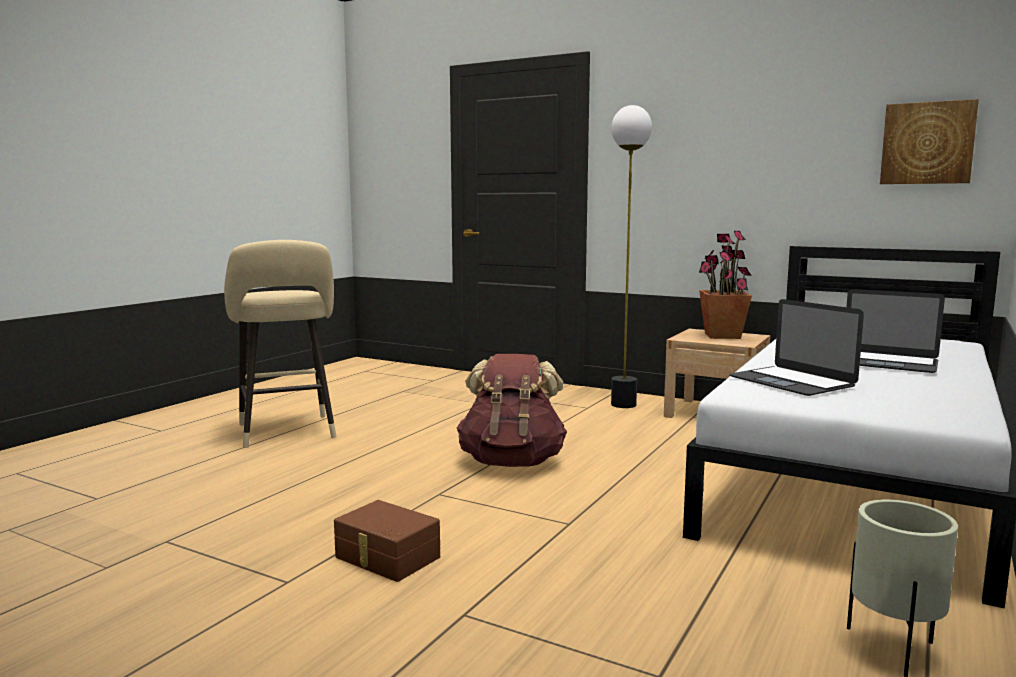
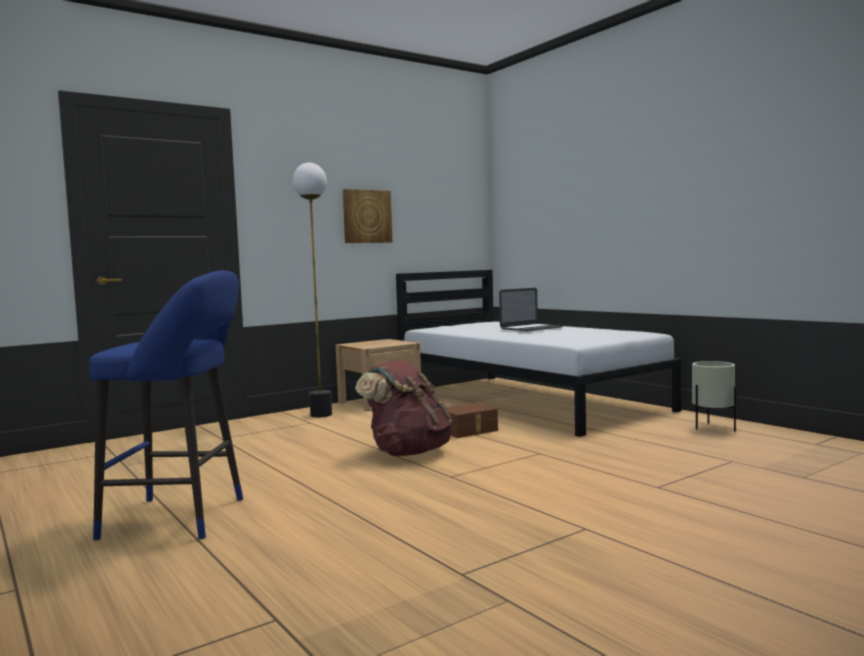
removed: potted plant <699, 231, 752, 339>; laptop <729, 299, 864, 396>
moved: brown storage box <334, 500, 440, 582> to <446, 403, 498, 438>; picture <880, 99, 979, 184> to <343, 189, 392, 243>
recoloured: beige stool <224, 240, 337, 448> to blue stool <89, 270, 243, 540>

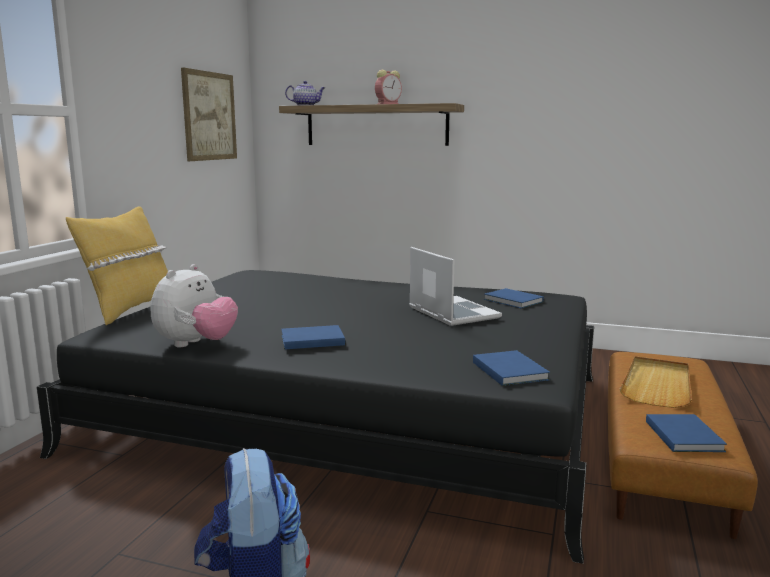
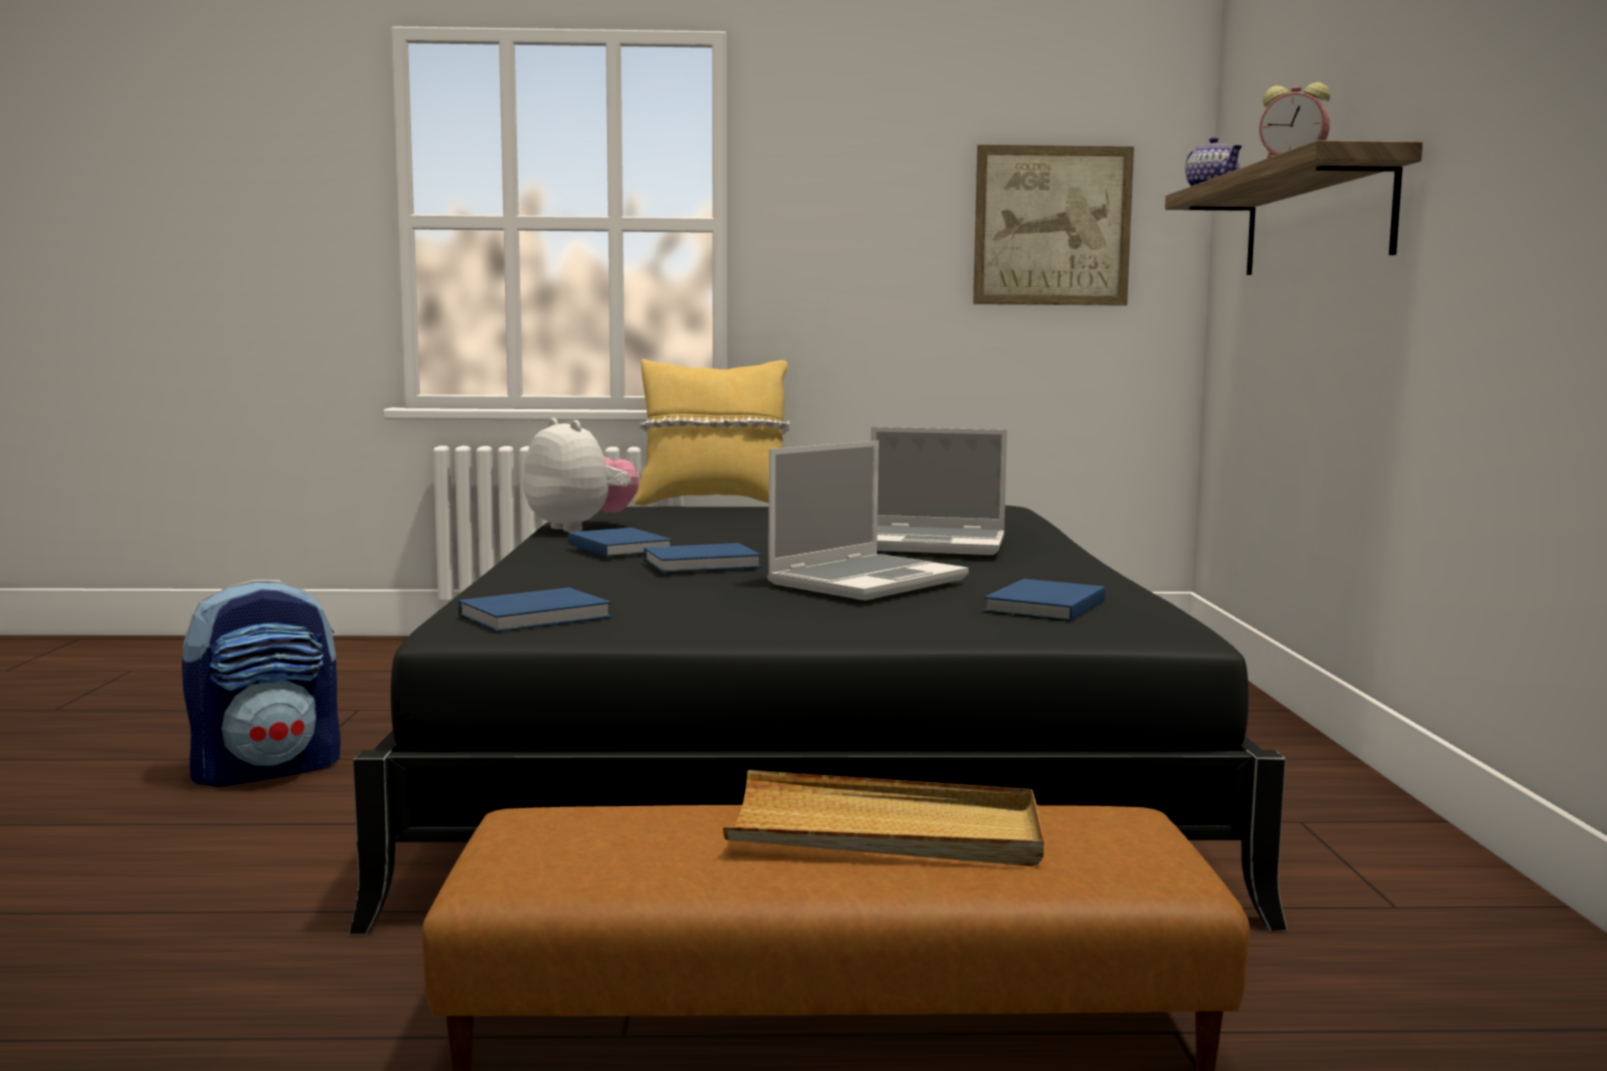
added: laptop <871, 427, 1007, 555>
moved: blue book <646, 414, 727, 452> to <644, 543, 761, 573>
turned: plush toy <151, 264, 238, 347> = <523, 418, 639, 532> 135 degrees counterclockwise

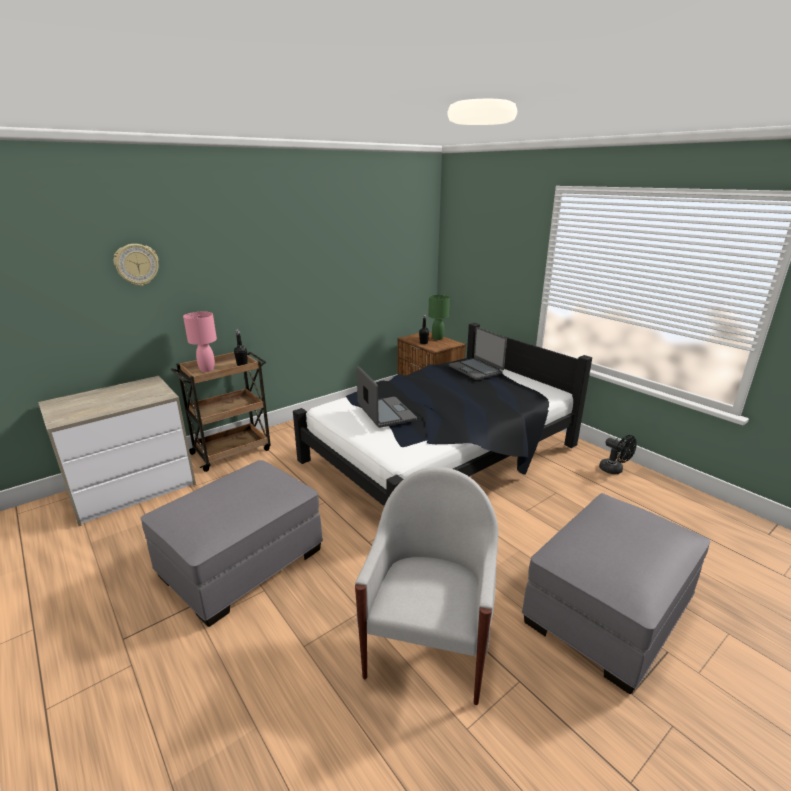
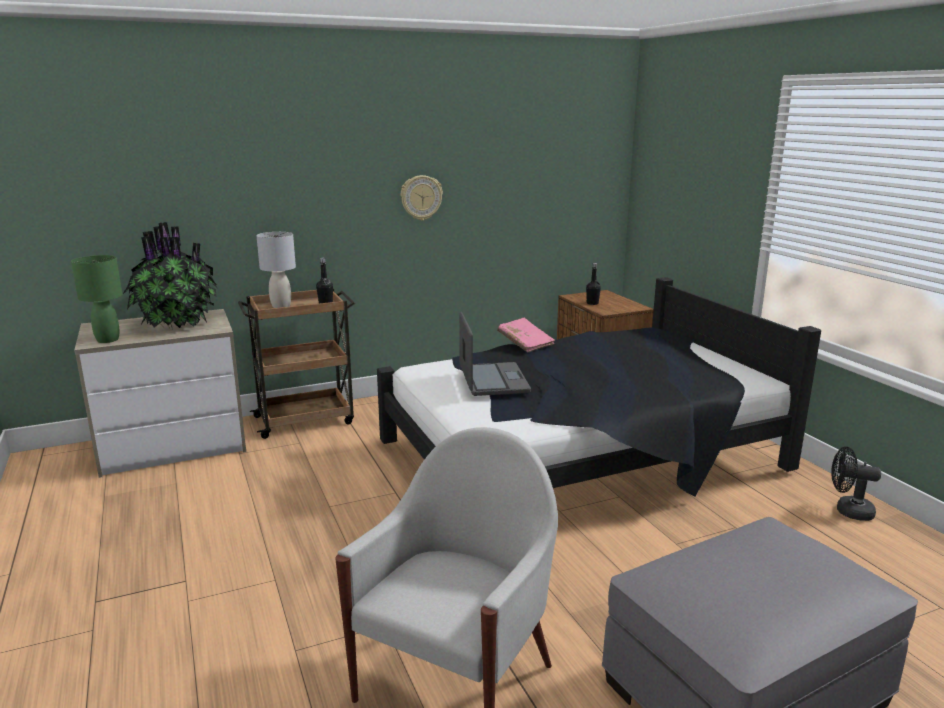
removed: grey ottoman <141, 460, 323, 627>; laptop <449, 327, 507, 380>
added: potted plant <122, 222, 217, 328>; pink book <497, 318, 555, 353>
moved: wall clock <114, 244, 159, 286> to <401, 175, 443, 221>; green table lamp <428, 295, 450, 340> to <71, 255, 122, 343>
recoloured: pink table lamp <183, 312, 217, 372> to grey table lamp <256, 232, 296, 308>
turned: black fan <599, 435, 637, 474> = <831, 447, 881, 521> 135 degrees clockwise

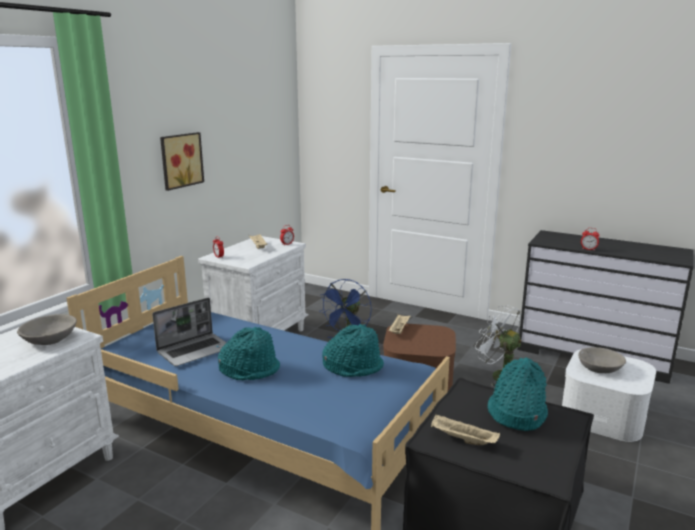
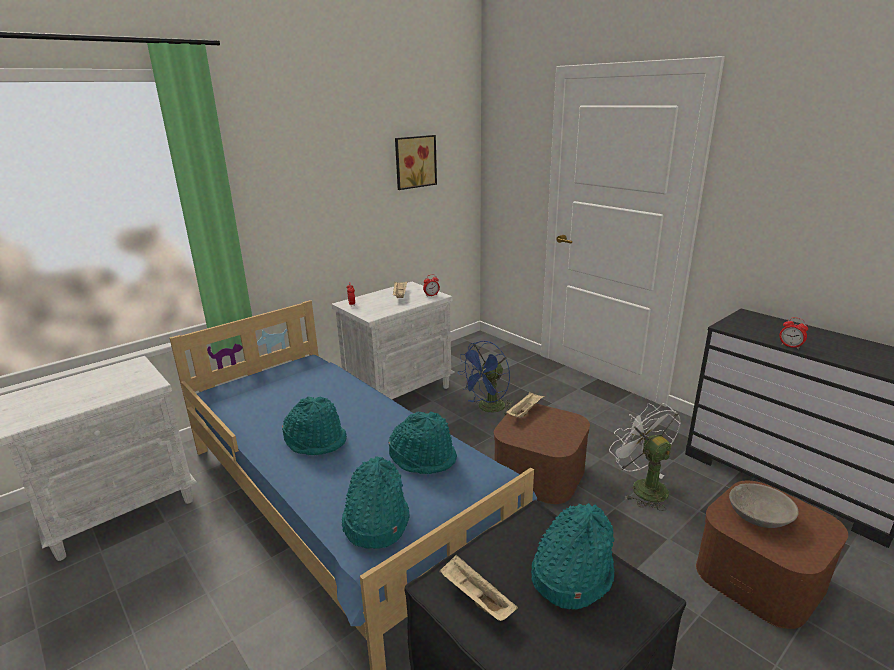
removed: grey bowl <17, 314, 77, 345>; laptop <152, 298, 227, 366>
added: turquoise hat <342, 456, 409, 549>
moved: picture <160, 132, 204, 191> to <395, 135, 437, 190>
recoloured: white storage box <562, 349, 656, 442> to brown storage box <696, 481, 848, 629>

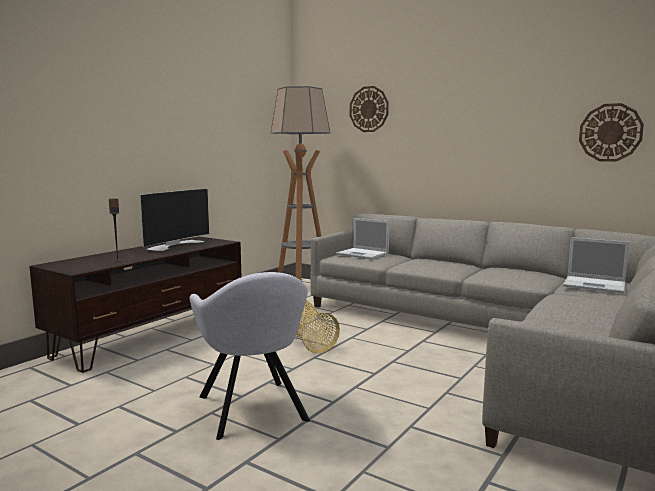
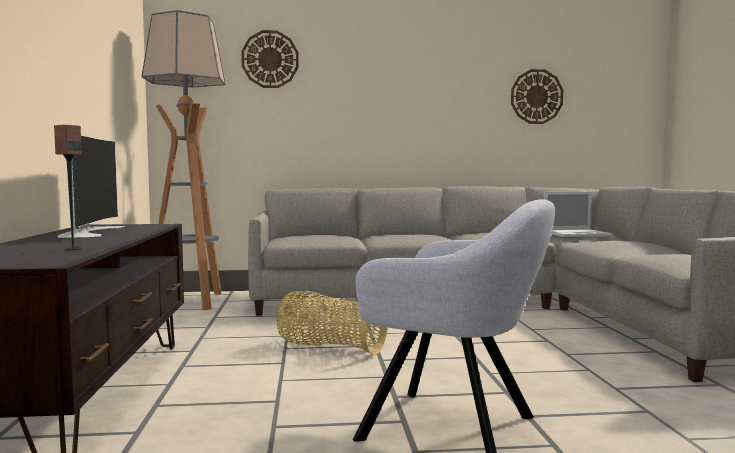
removed: laptop <336, 218, 389, 259>

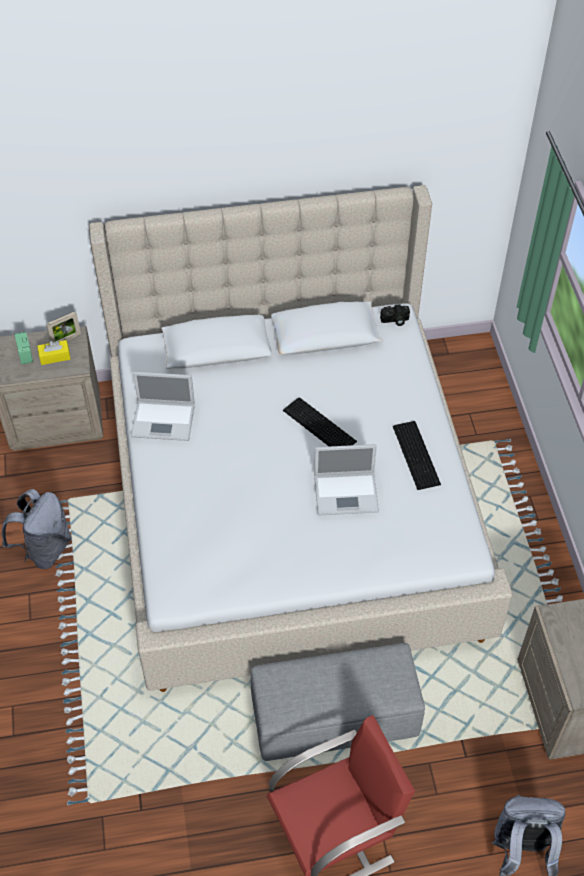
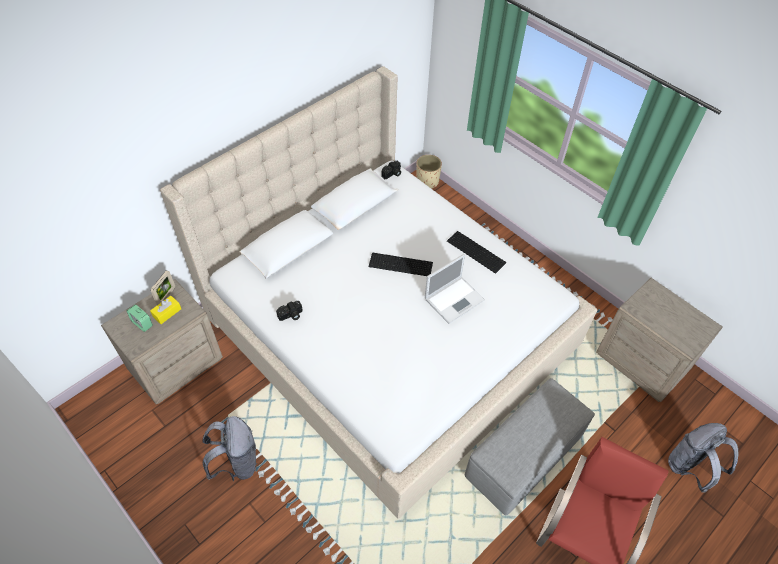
added: beige planter <416, 155, 442, 188>
replaced: laptop <131, 372, 195, 441> to photo camera <276, 301, 303, 321>

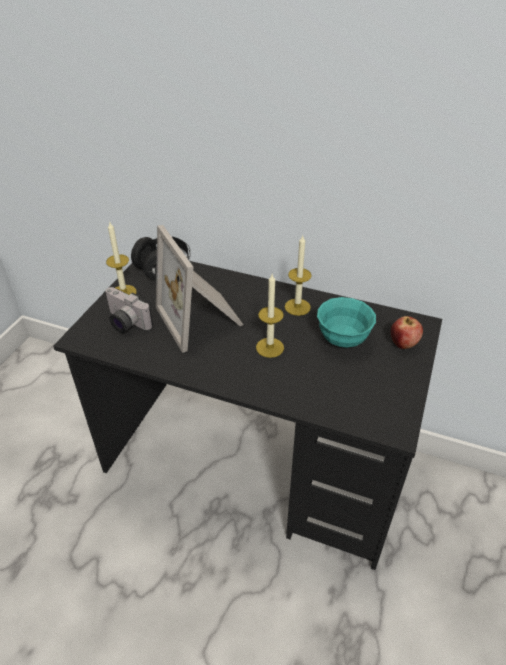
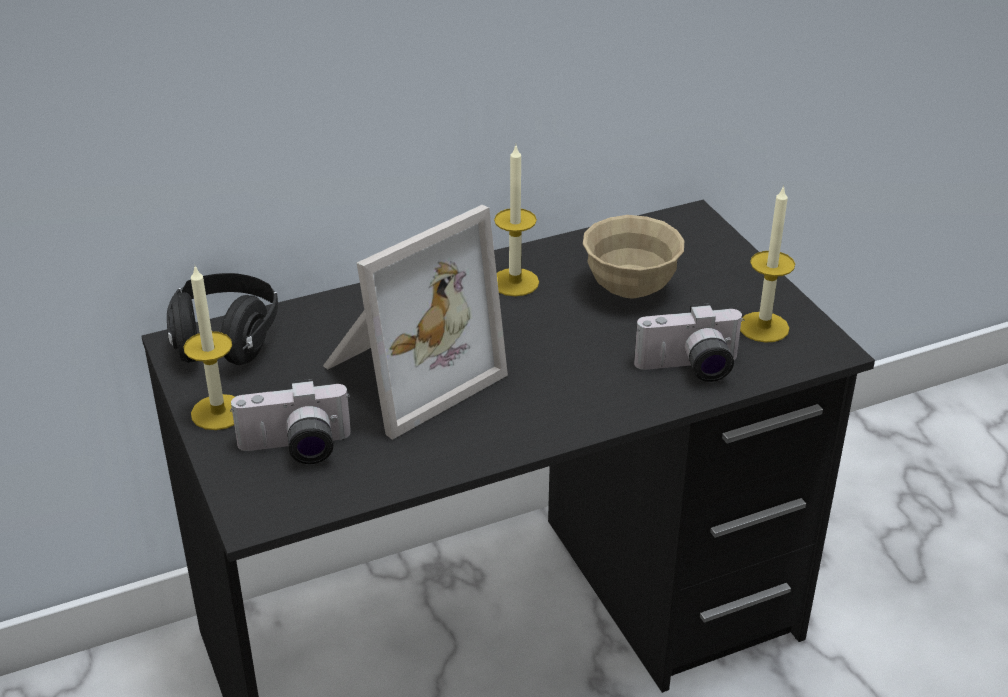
removed: apple <391, 316, 423, 349>
added: photo camera <634, 303, 745, 382>
moved: candle <256, 274, 284, 358> to <740, 185, 795, 343>
recoloured: turquoise bowl <317, 297, 376, 348> to beige bowl <583, 215, 684, 299>
turned: picture frame <156, 225, 244, 353> = <323, 205, 508, 440> 60 degrees counterclockwise

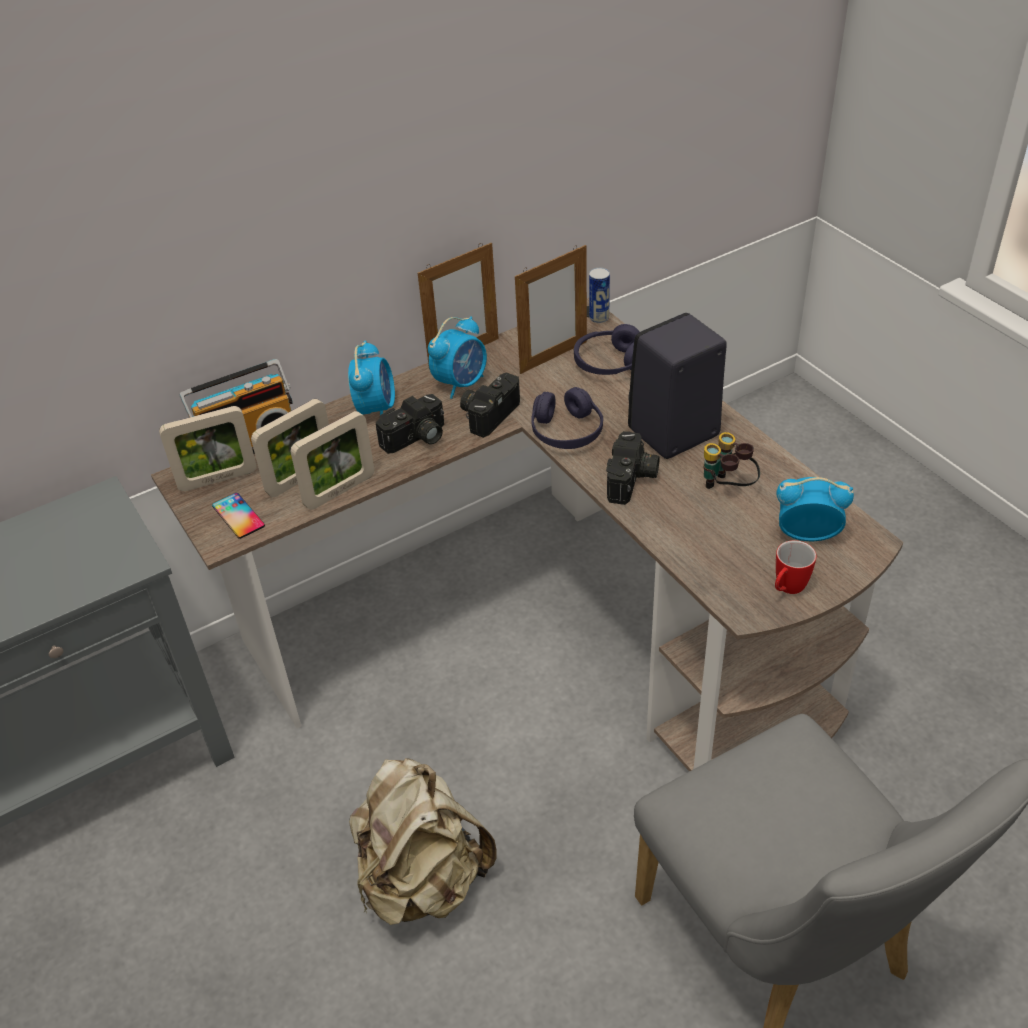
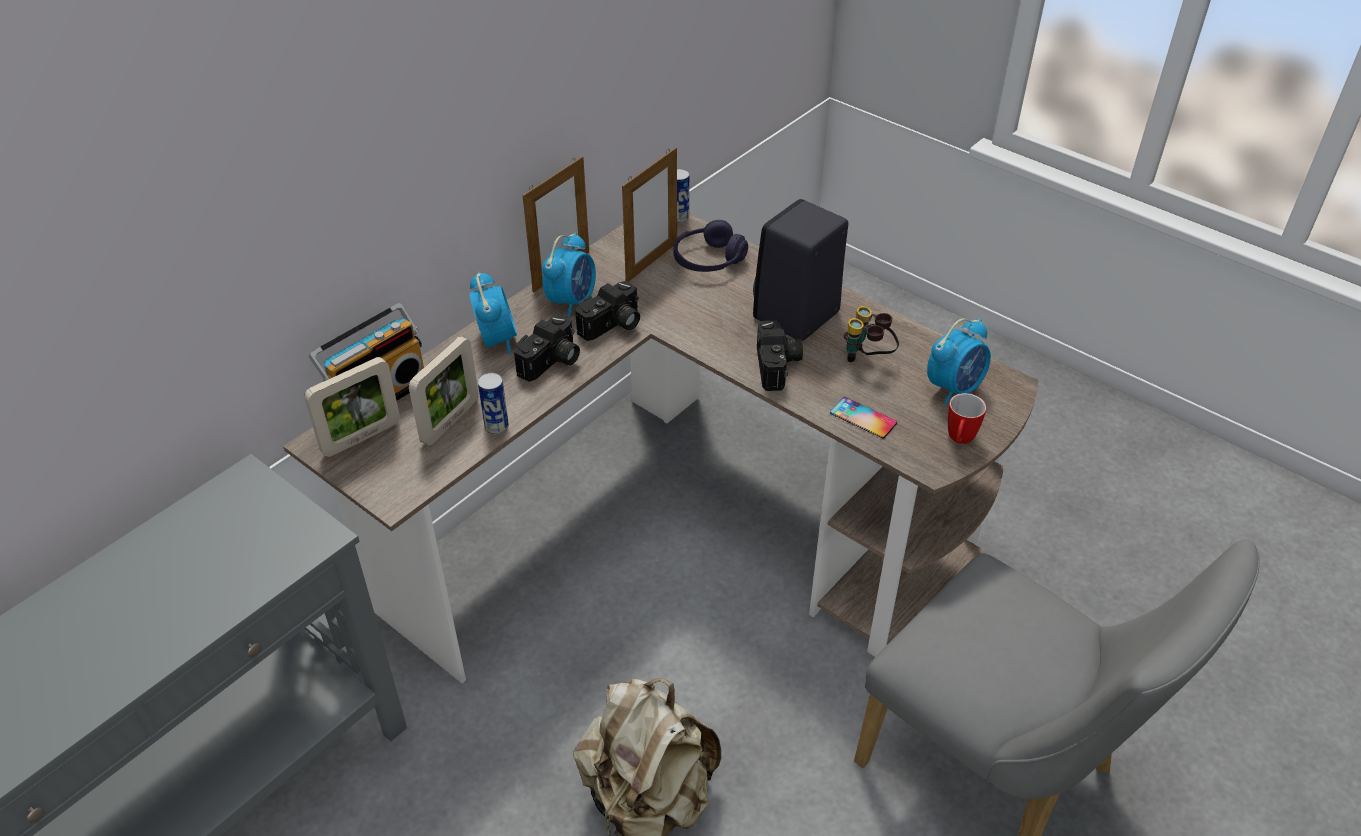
removed: purple headphones <531, 387, 603, 449>
moved: phone <212, 493, 265, 539> to <830, 397, 897, 438>
replaced: picture frame <290, 411, 374, 510> to can <478, 372, 509, 435>
turned: photo camera <460, 372, 520, 438> = <575, 281, 640, 341> 150 degrees counterclockwise; alarm clock <776, 477, 854, 541> = <927, 319, 991, 405> 150 degrees clockwise

